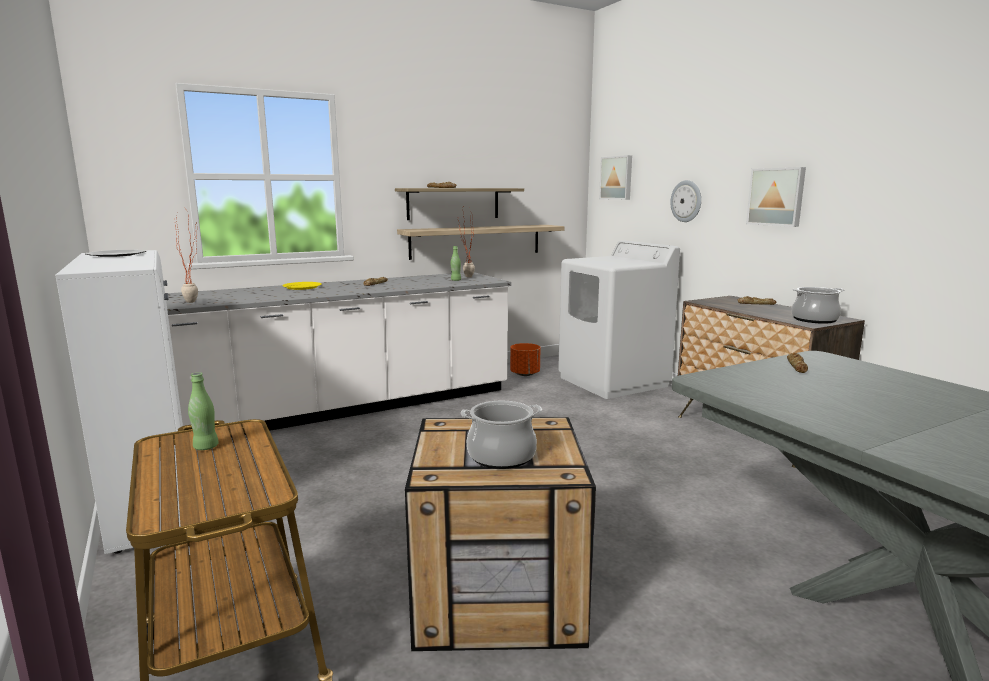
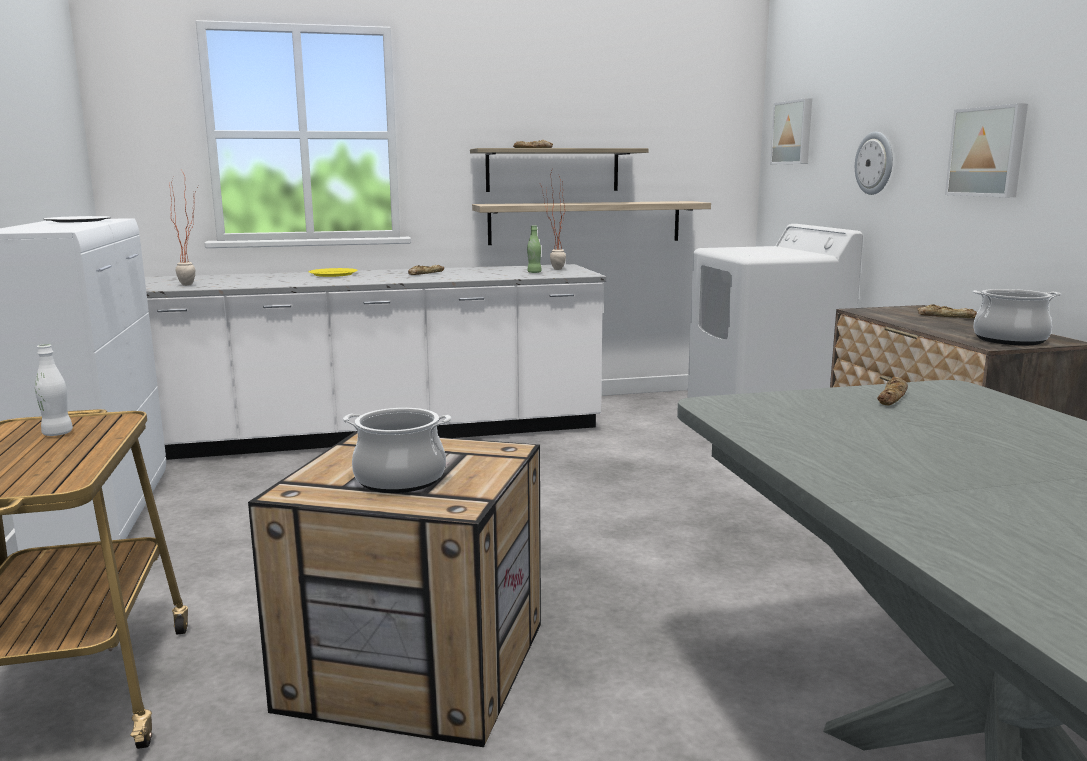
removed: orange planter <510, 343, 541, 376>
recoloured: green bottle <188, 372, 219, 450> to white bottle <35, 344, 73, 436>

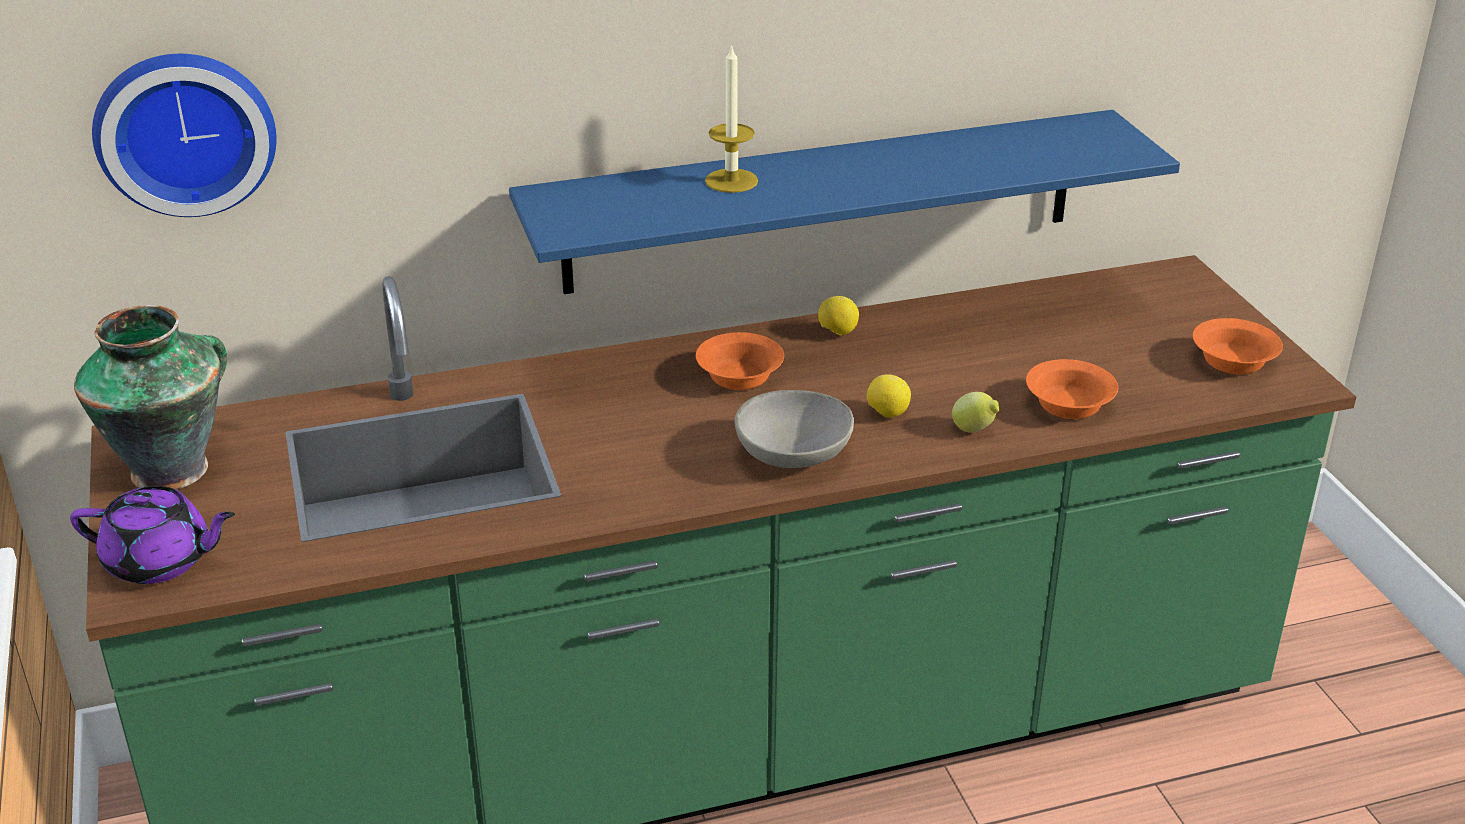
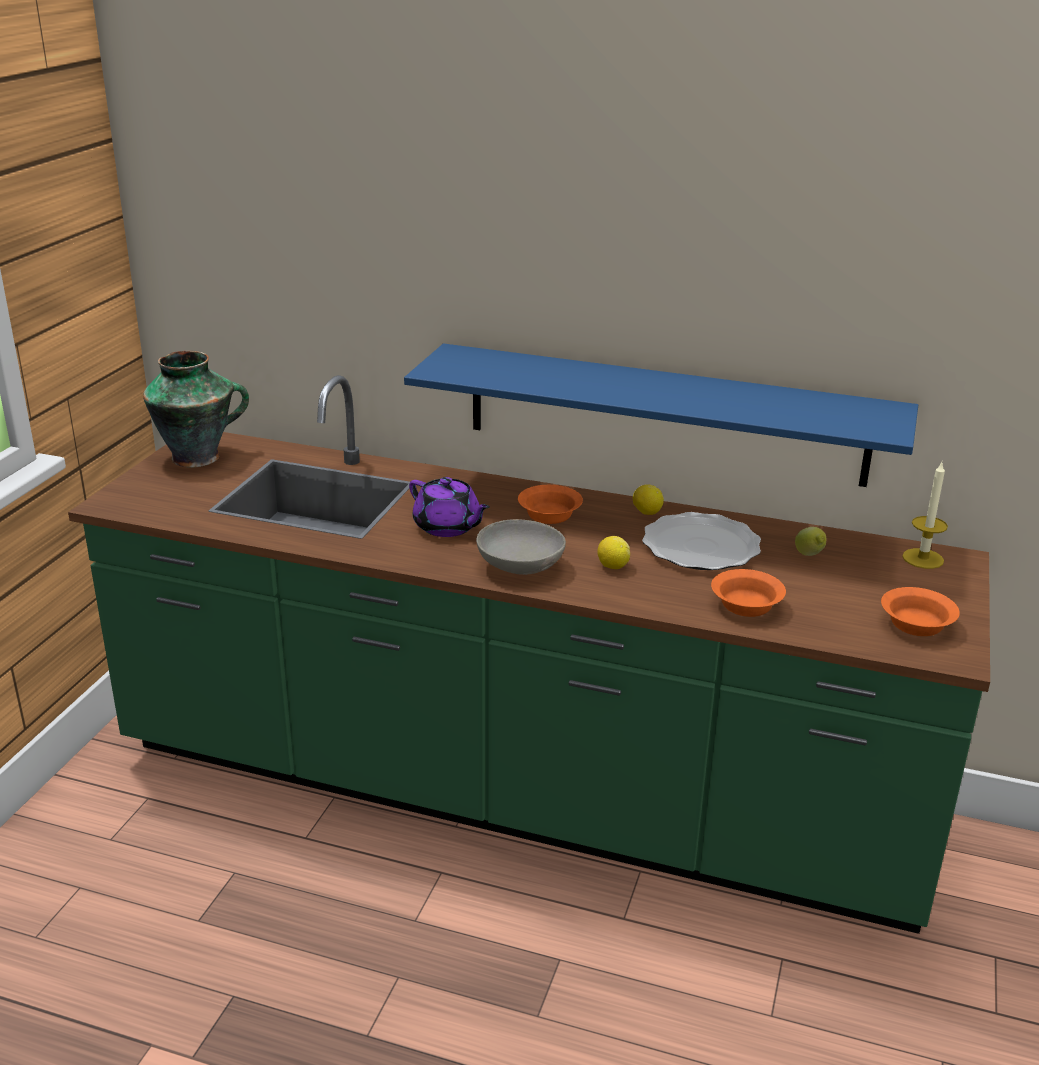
removed: wall clock <92, 54, 276, 217>
added: plate <642, 512, 761, 570>
moved: purple teapot <70, 486, 235, 584> to <409, 477, 490, 537>; candle <705, 44, 758, 193> to <902, 463, 948, 569>; lemon <952, 392, 1000, 433> to <795, 527, 826, 556>

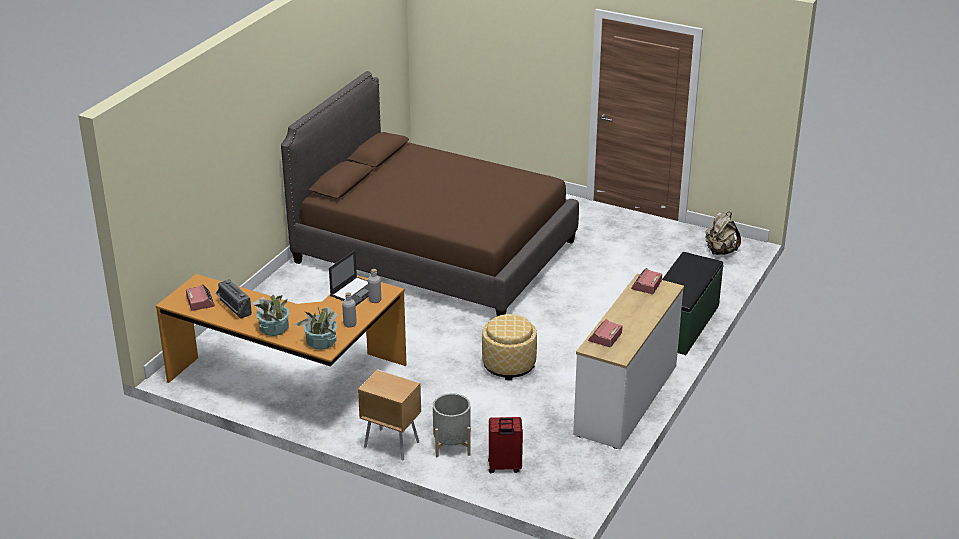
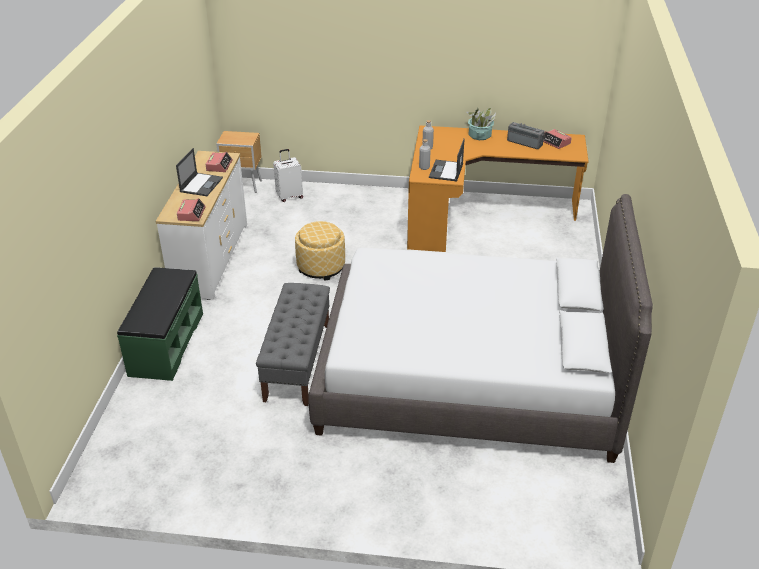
removed: potted plant <294, 306, 338, 350>; grey planter <433, 393, 471, 457>; beige backpack <706, 212, 741, 255>
added: laptop <176, 148, 223, 196>; grey bench <256, 283, 330, 406>
moved: brown nightstand <358, 369, 421, 461> to <216, 131, 262, 193>
recoloured: brown bed <281, 71, 579, 316> to white bed <308, 194, 653, 463>; red suitcase <488, 417, 523, 473> to white suitcase <273, 149, 303, 202>

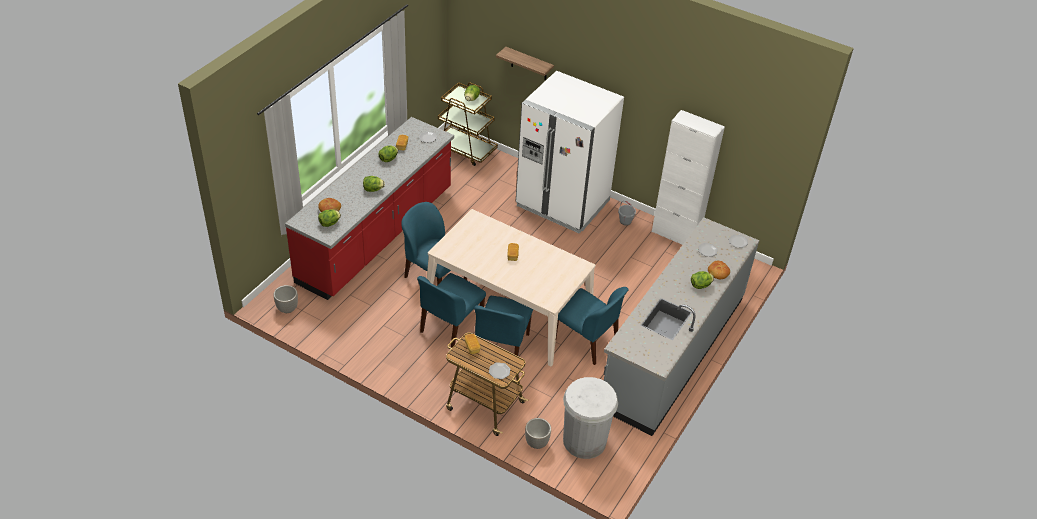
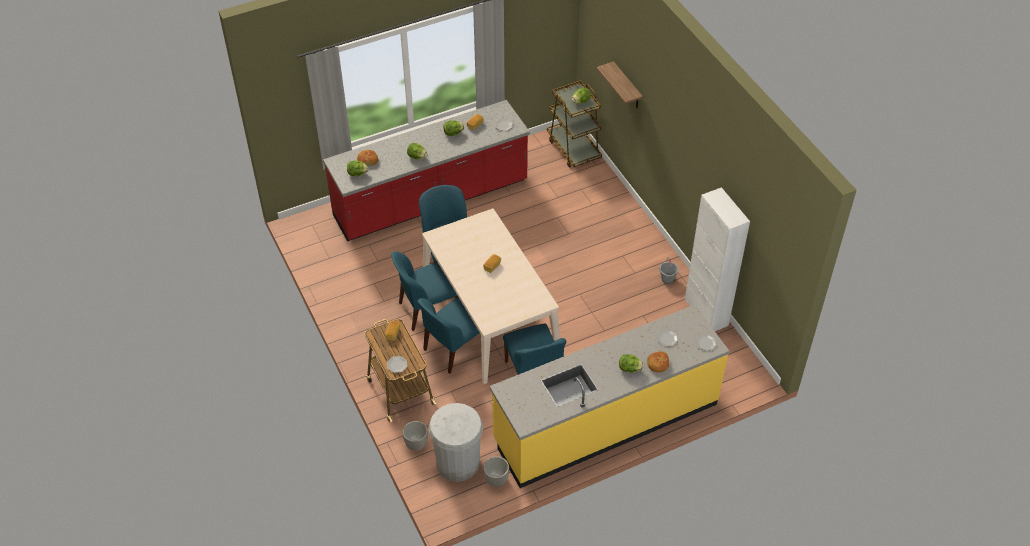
removed: white fridge <516, 71, 624, 233>
moved: planter <274, 285, 298, 313> to <483, 456, 509, 487>
recoloured: grey counter <604, 217, 759, 436> to yellow counter <490, 305, 730, 488>

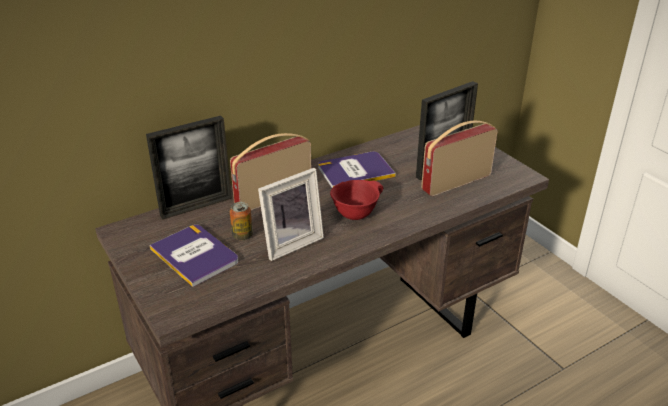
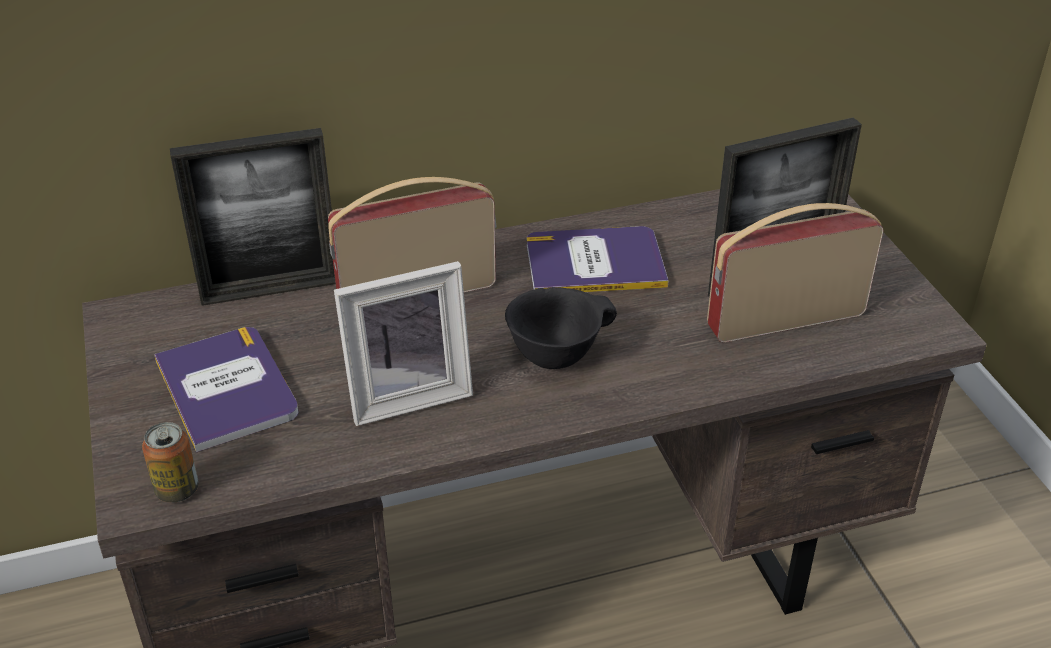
moved: can <230, 202, 253, 241> to <142, 422, 199, 503>
recoloured: red bowl <330, 180, 383, 220> to black bowl <505, 287, 617, 369>

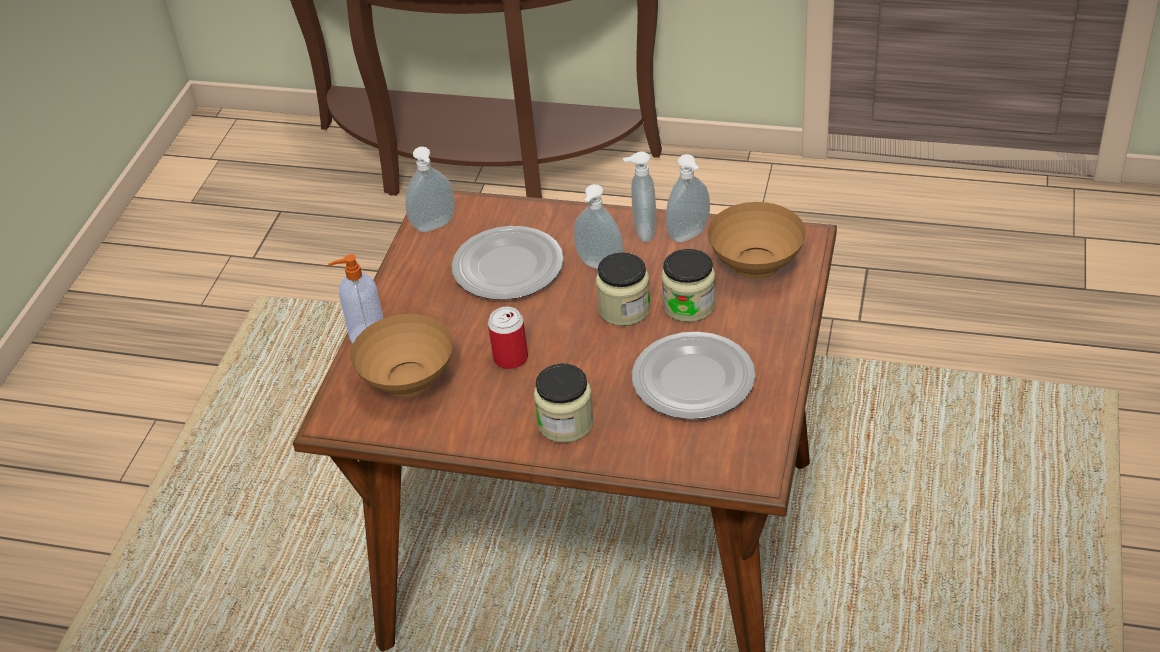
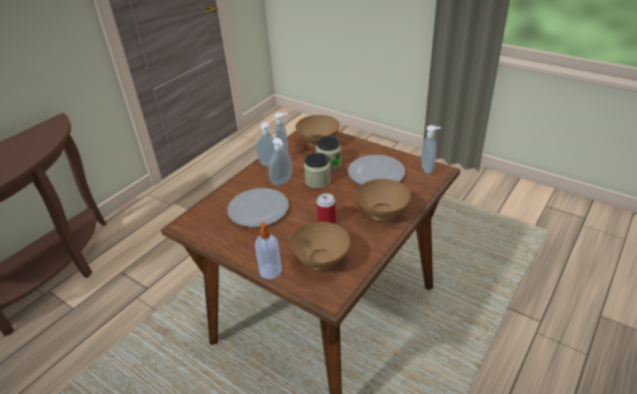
moved: soap dispenser <405, 147, 455, 232> to <422, 125, 441, 174>
replaced: jar <534, 363, 594, 443> to brown bowl <356, 179, 411, 221>

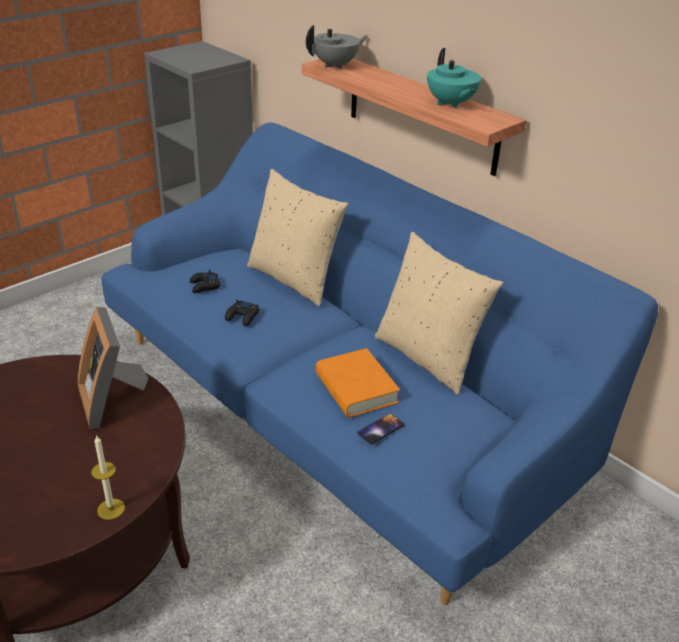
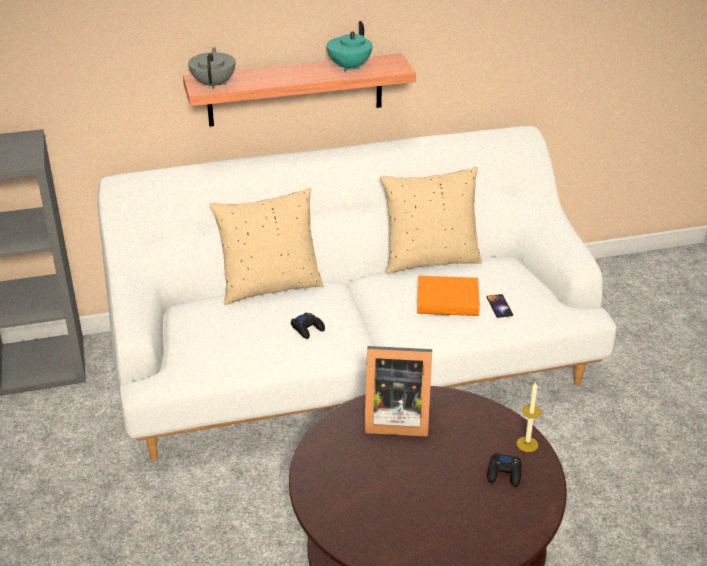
moved: black game controller <190, 270, 221, 293> to <487, 453, 522, 487>
recoloured: blue sofa <102, 122, 658, 605> to white sofa <97, 126, 616, 460>
turned: turquoise teapot <427, 48, 481, 109> = <327, 21, 372, 72> 105 degrees clockwise

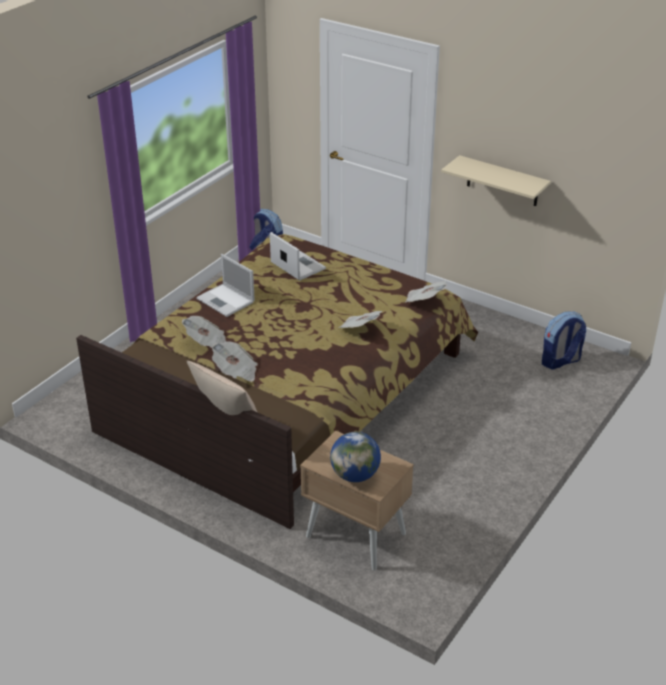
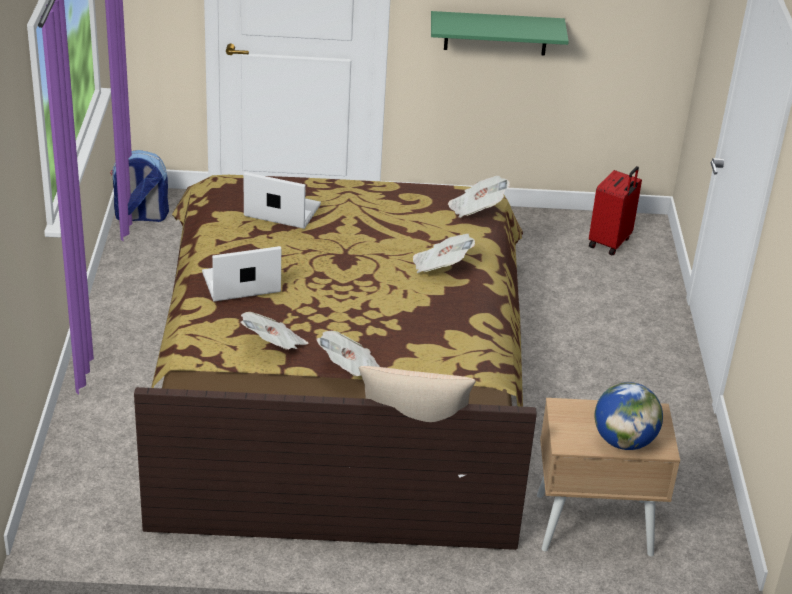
replaced: backpack <542, 311, 586, 370> to red suitcase <589, 166, 642, 256>
recoloured: beige shelf <441, 155, 551, 206> to green shelf <431, 11, 569, 55>
turned: laptop <196, 254, 255, 317> = <202, 246, 281, 302> 150 degrees clockwise

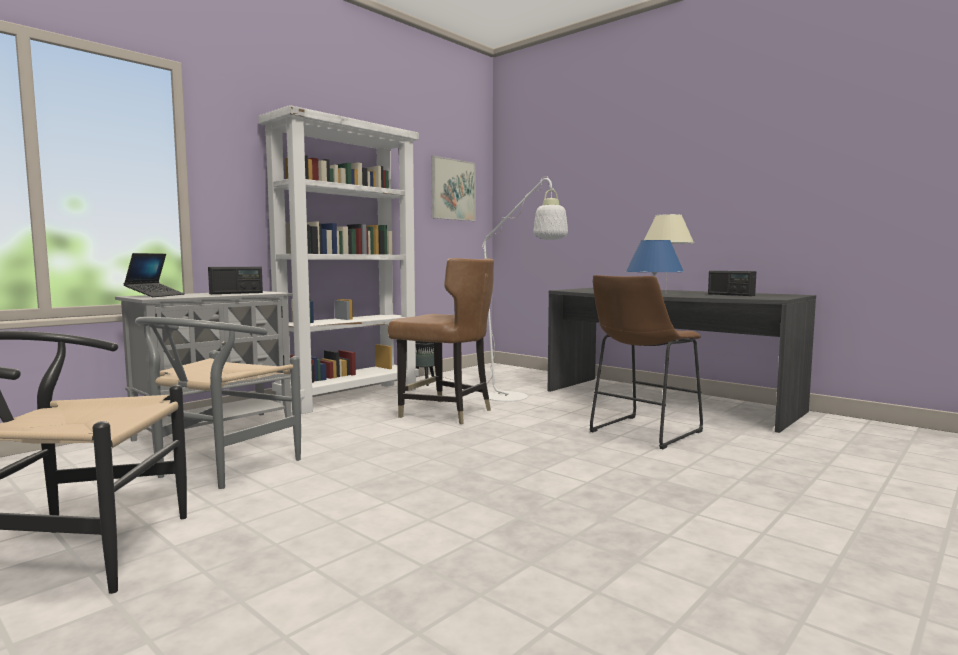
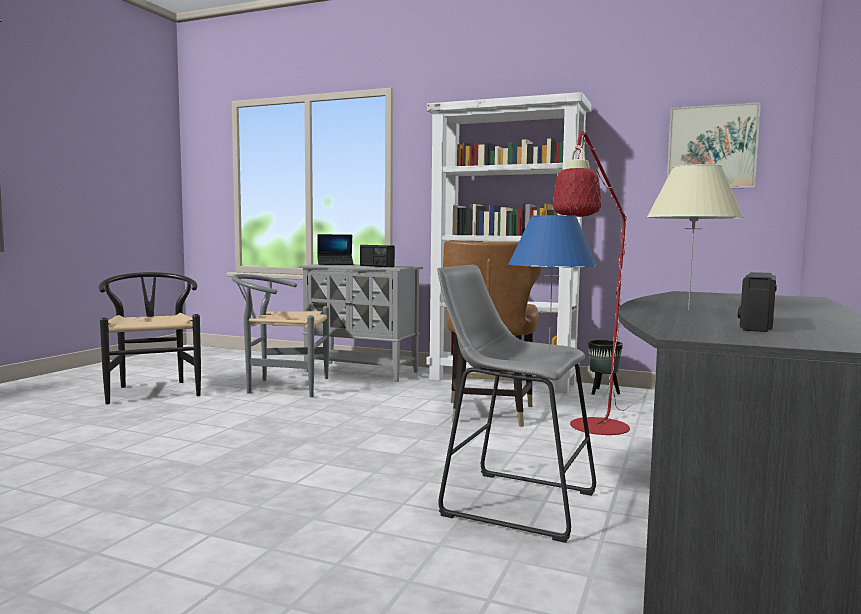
recoloured: white floor lamp <444, 176, 568, 402> to red floor lamp <553, 129, 647, 435>; brown stool <590, 275, 703, 449> to grey stool <437, 265, 596, 543>

